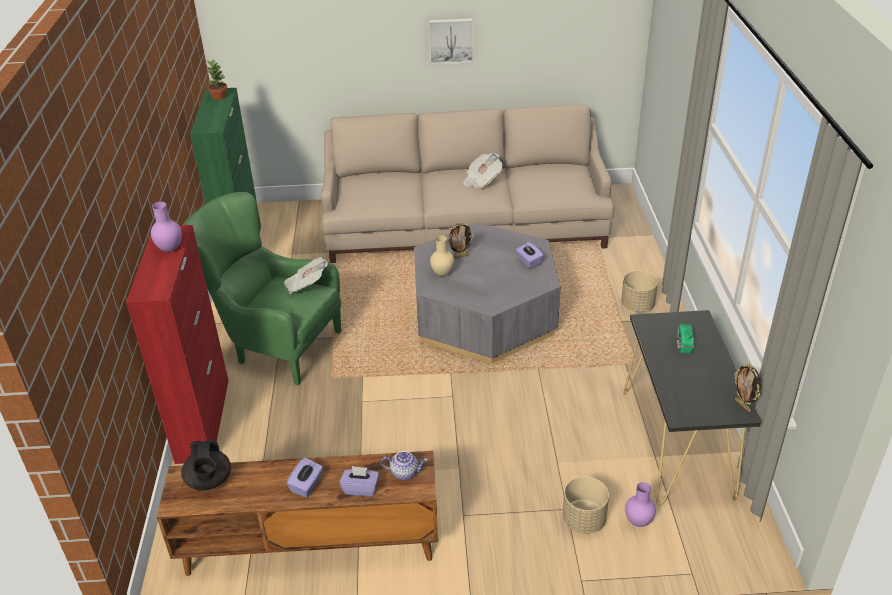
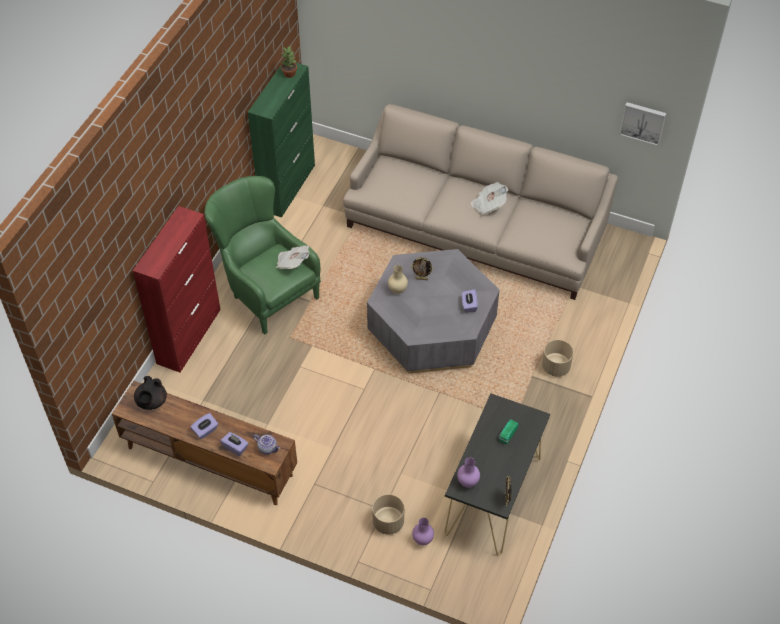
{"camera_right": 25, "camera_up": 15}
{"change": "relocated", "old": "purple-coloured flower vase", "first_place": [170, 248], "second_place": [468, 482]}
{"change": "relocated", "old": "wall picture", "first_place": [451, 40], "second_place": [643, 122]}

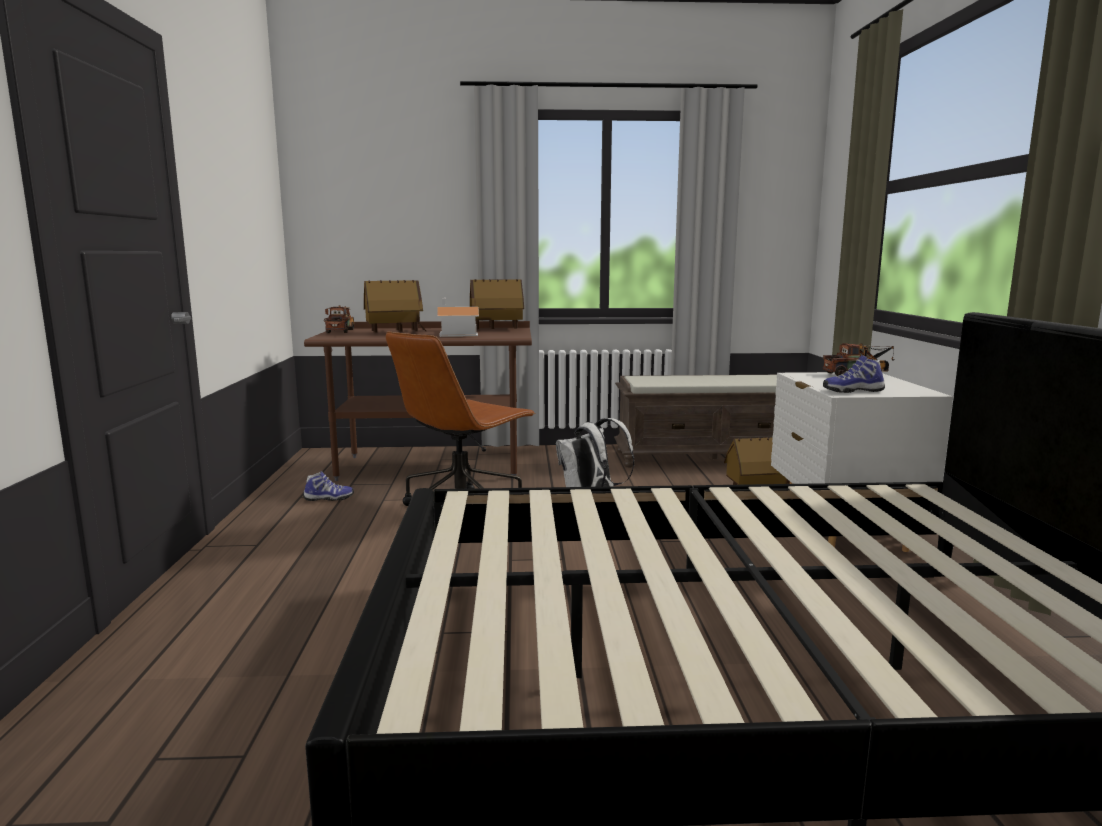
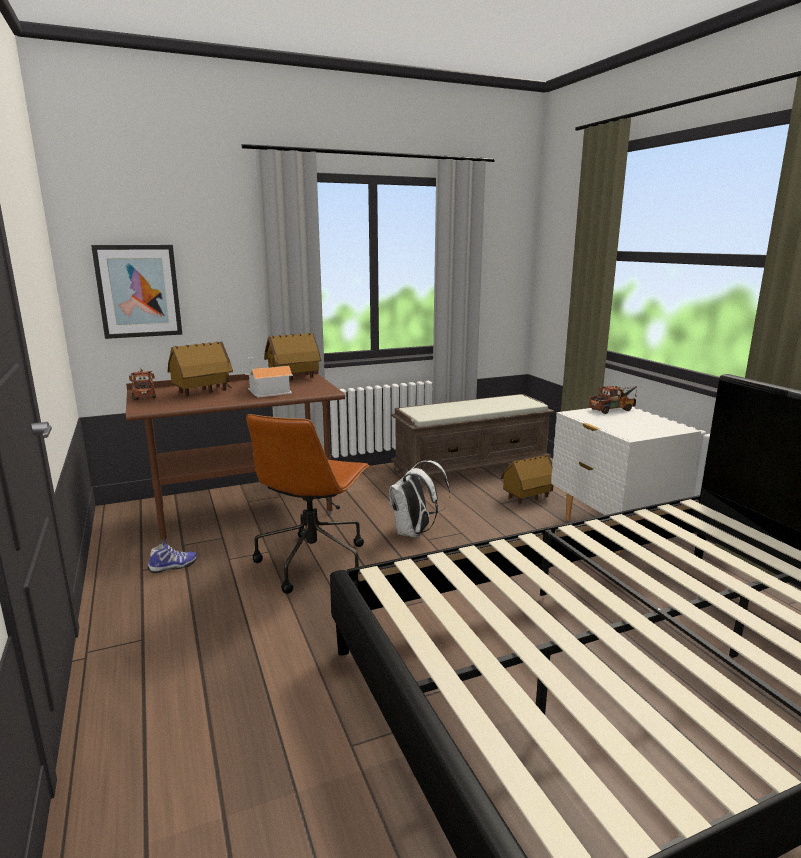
{"camera_right": -20, "camera_up": 5}
{"change": "missing", "old": "item of footwear", "first_place": [852, 391]}
{"change": "appeared", "new": "wall picture", "second_place": [138, 291]}

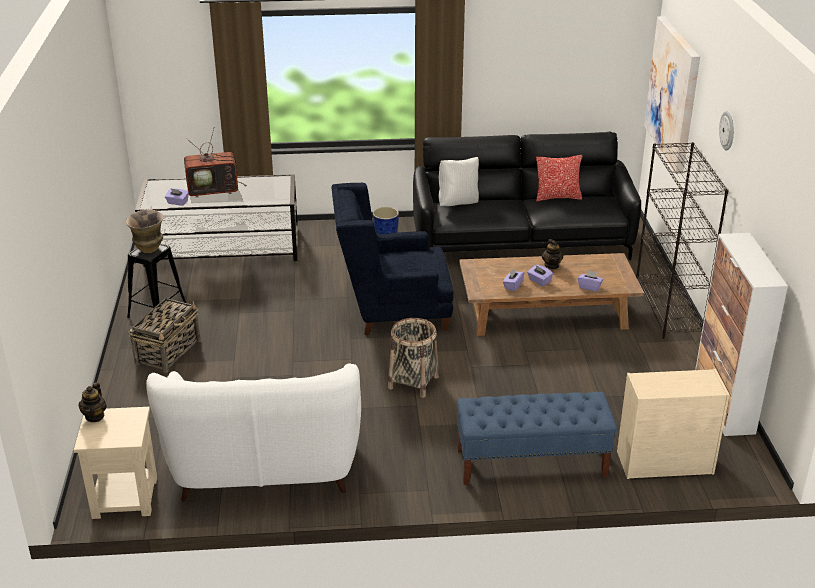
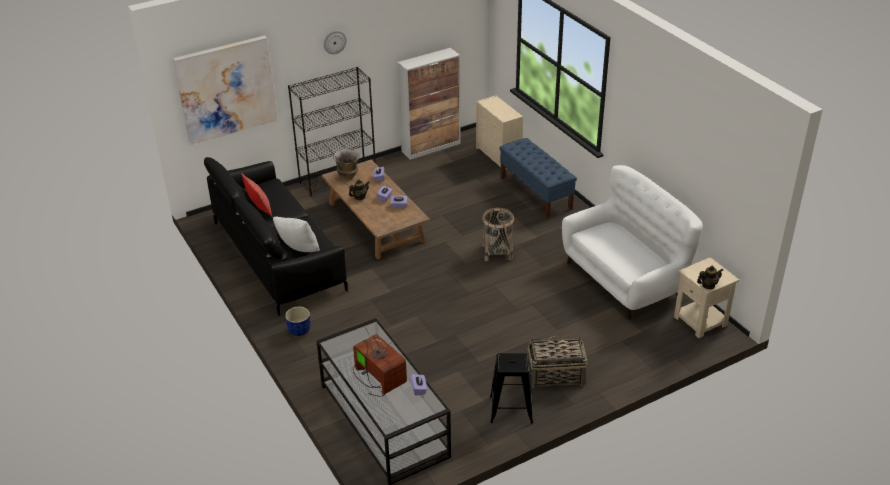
{"camera_right": -115, "camera_up": 5}
{"change": "missing", "old": "blue-coloured easy chair", "first_place": [391, 311]}
{"change": "relocated", "old": "flower vase", "first_place": [149, 249], "second_place": [348, 176]}

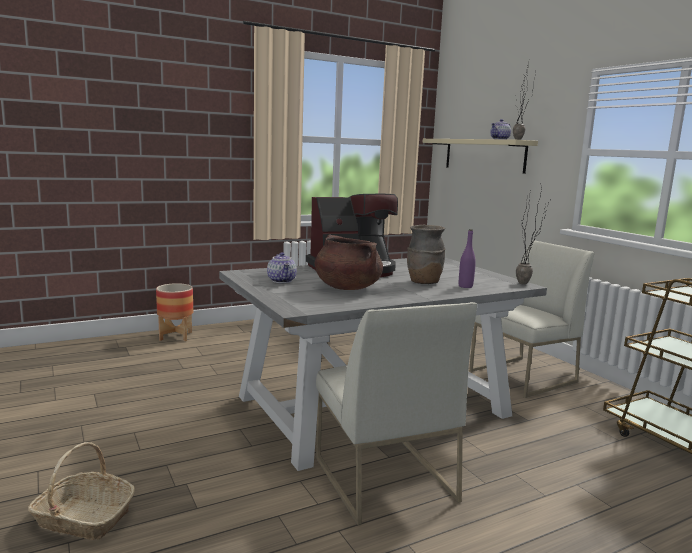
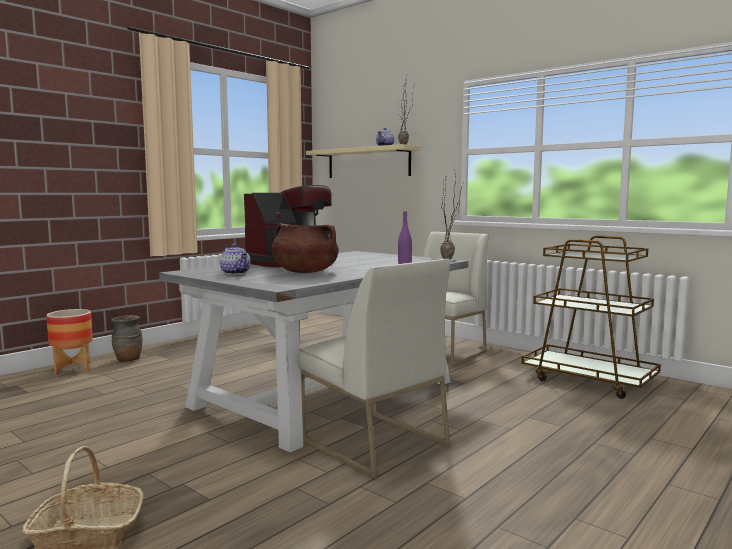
{"camera_right": -20, "camera_up": -5}
{"change": "relocated", "old": "brownish flower vase", "first_place": [423, 282], "second_place": [128, 359]}

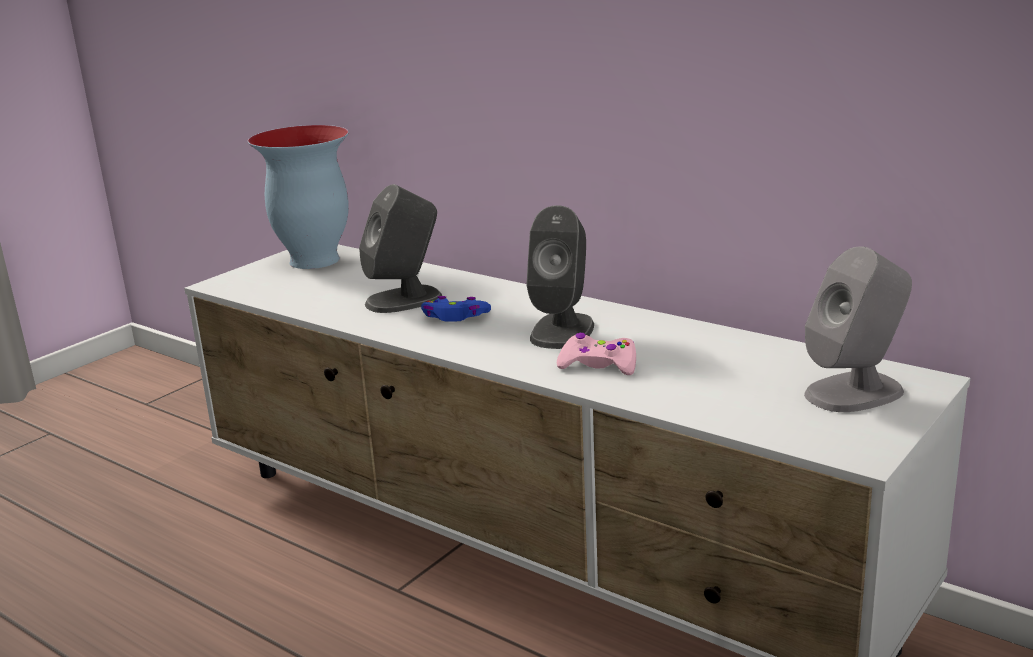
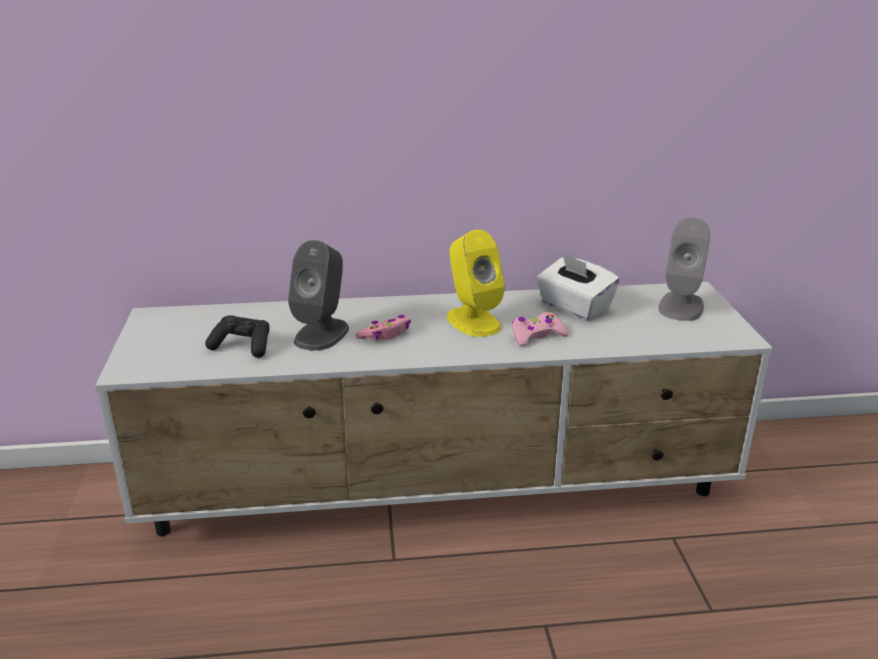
{"camera_right": -45, "camera_up": 5}
{"change": "missing", "old": "flower vase", "first_place": [313, 261]}
{"change": "appeared", "new": "blackish joypad", "second_place": [242, 346]}
{"change": "appeared", "new": "whitish tissue box", "second_place": [574, 307]}
{"change": "colour", "old": "blue-coloured joypad", "new": "pink joypad", "first_place": [455, 317], "second_place": [385, 335]}
{"change": "colour", "old": "grey audio speaker", "new": "yellowish audio speaker", "first_place": [562, 331], "second_place": [473, 321]}

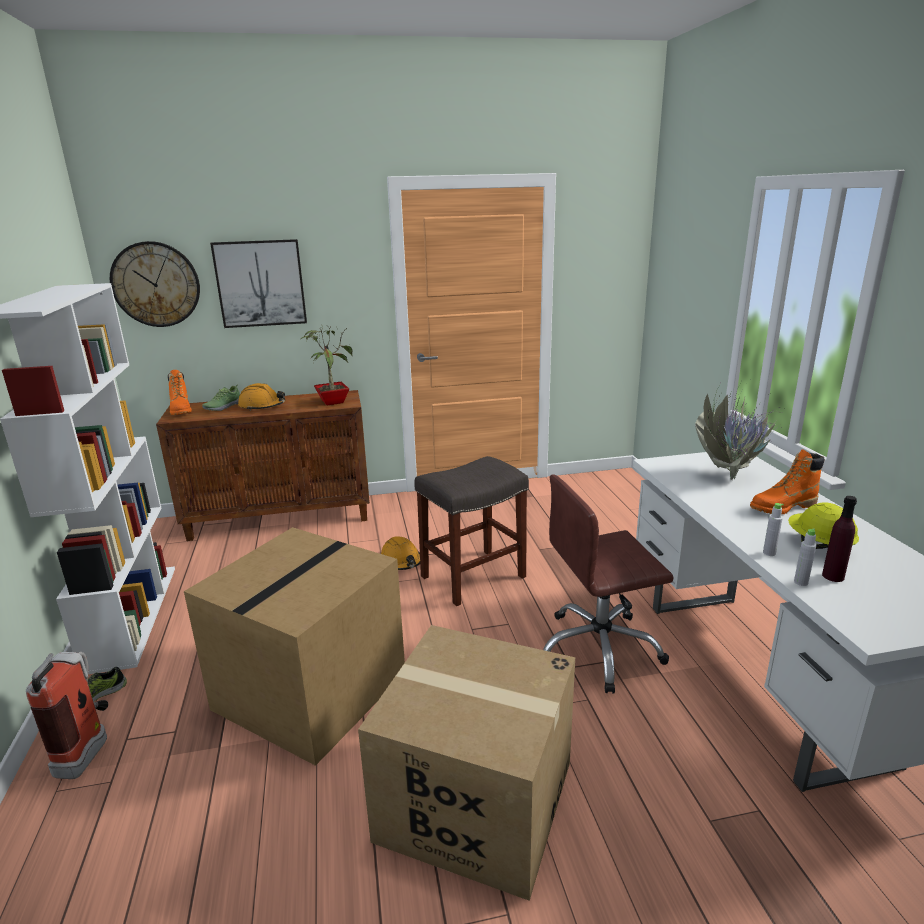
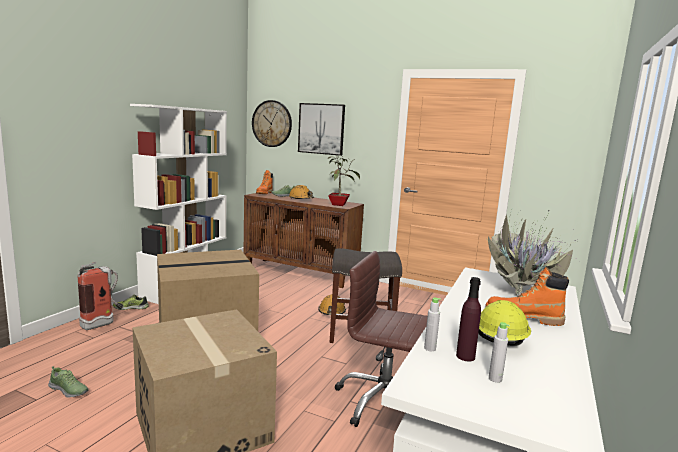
{"camera_right": 35, "camera_up": -10}
{"change": "appeared", "new": "item of footwear", "second_place": [69, 390]}
{"change": "relocated", "old": "grey beverage bottle", "first_place": [769, 553], "second_place": [495, 379]}

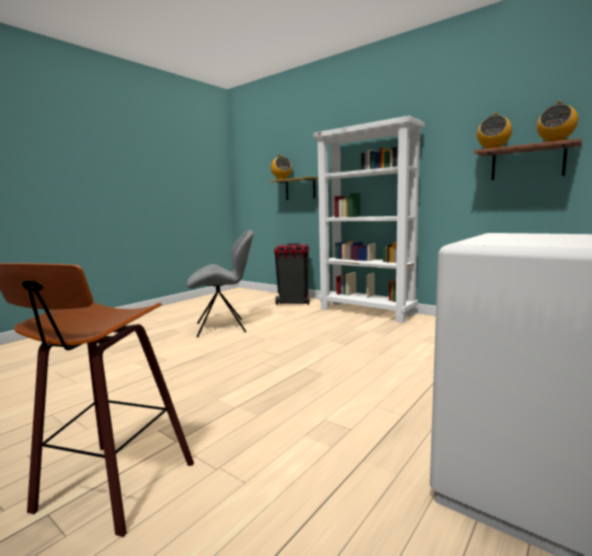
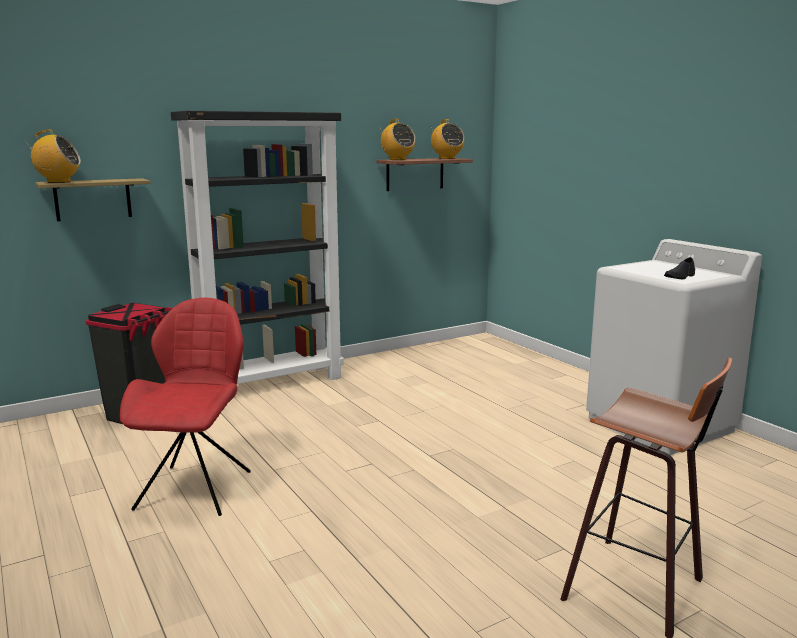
{"camera_right": -70, "camera_up": 5}
{"change": "appeared", "new": "blackish item of footwear", "second_place": [680, 277]}
{"change": "colour", "old": "grey plain chair", "new": "red-coloured plain chair", "first_place": [223, 327], "second_place": [196, 488]}
{"change": "colour", "old": "whitish shelving unit", "new": "blackish shelving unit", "first_place": [367, 311], "second_place": [272, 383]}

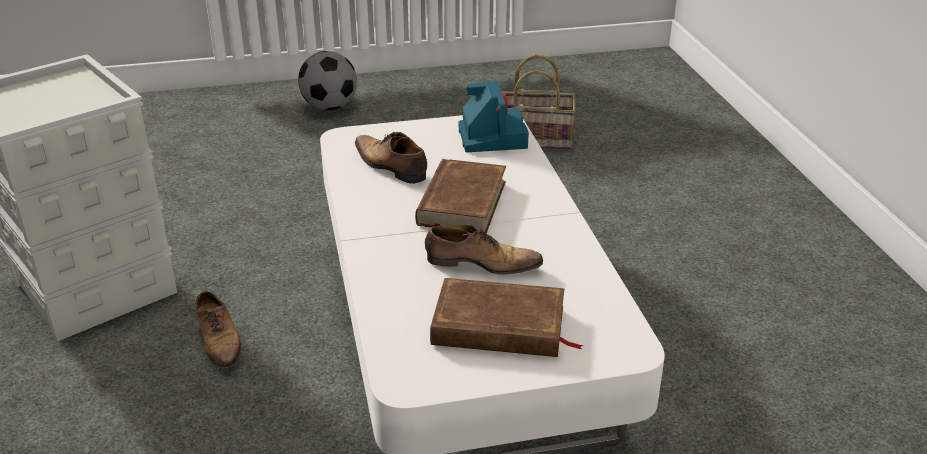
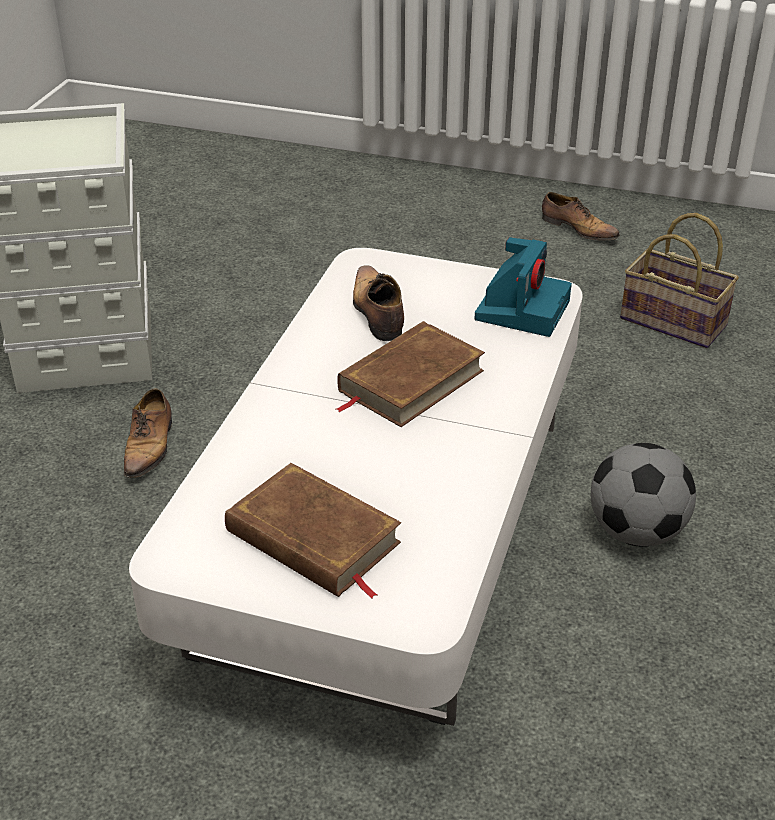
{"camera_right": 30, "camera_up": 5}
{"change": "relocated", "old": "football", "first_place": [329, 107], "second_place": [636, 531]}
{"change": "relocated", "old": "item of footwear", "first_place": [480, 264], "second_place": [578, 229]}

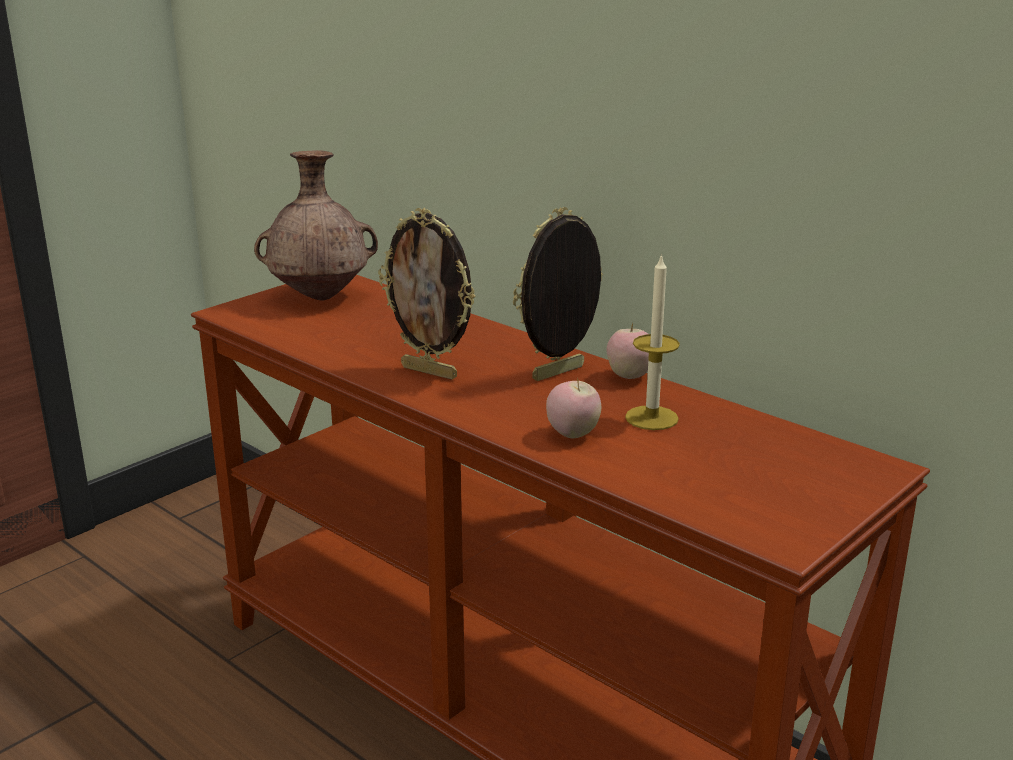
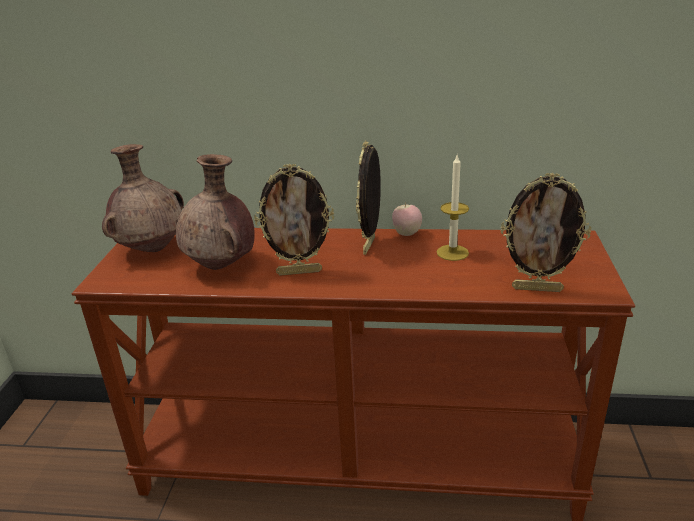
{"camera_right": -35, "camera_up": 5}
{"change": "missing", "old": "whole apple", "first_place": [572, 434]}
{"change": "appeared", "new": "brownish flower vase", "second_place": [222, 265]}
{"change": "appeared", "new": "photo frame", "second_place": [537, 288]}

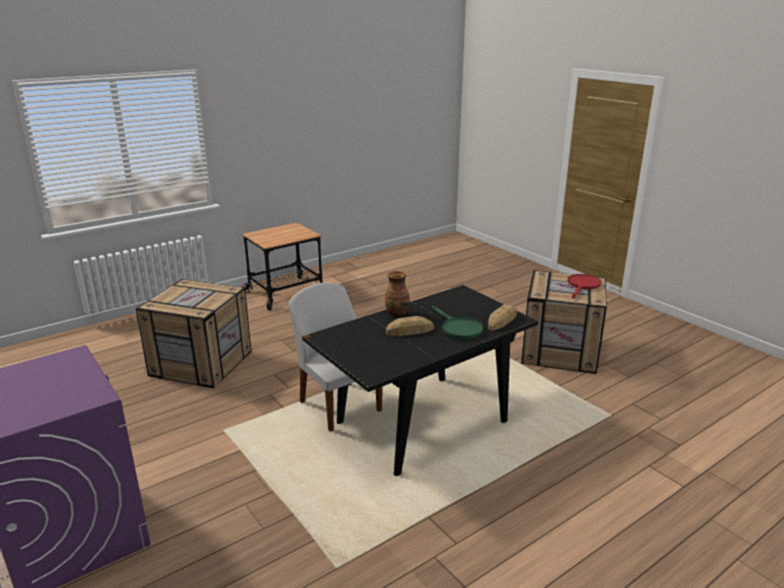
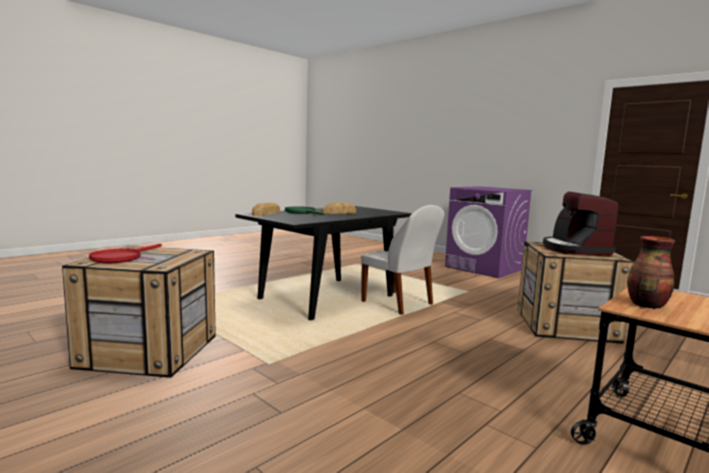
{"camera_right": 170, "camera_up": -15}
{"change": "appeared", "new": "coffee maker", "second_place": [574, 249]}
{"change": "relocated", "old": "flower vase", "first_place": [397, 313], "second_place": [647, 305]}

